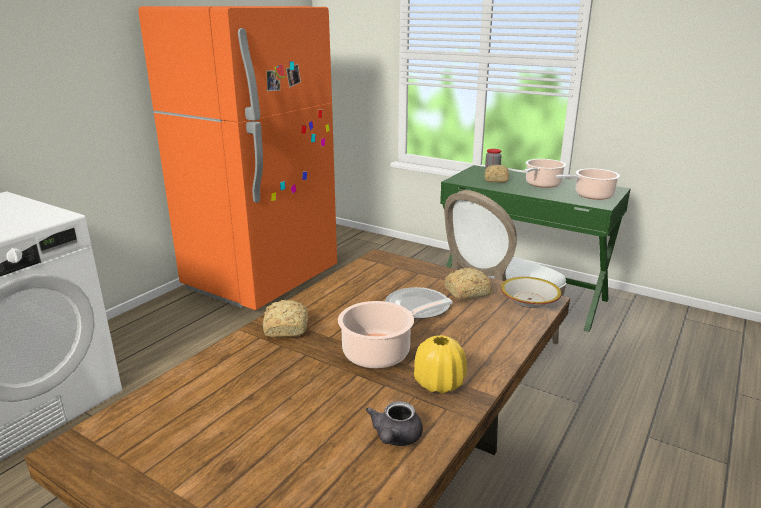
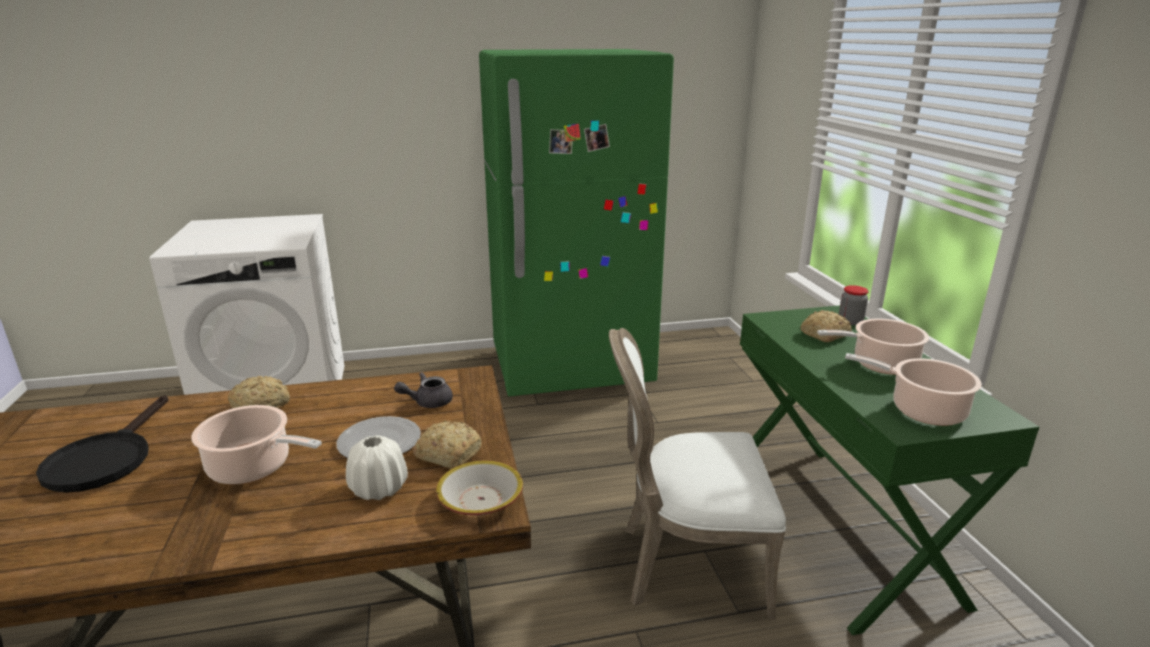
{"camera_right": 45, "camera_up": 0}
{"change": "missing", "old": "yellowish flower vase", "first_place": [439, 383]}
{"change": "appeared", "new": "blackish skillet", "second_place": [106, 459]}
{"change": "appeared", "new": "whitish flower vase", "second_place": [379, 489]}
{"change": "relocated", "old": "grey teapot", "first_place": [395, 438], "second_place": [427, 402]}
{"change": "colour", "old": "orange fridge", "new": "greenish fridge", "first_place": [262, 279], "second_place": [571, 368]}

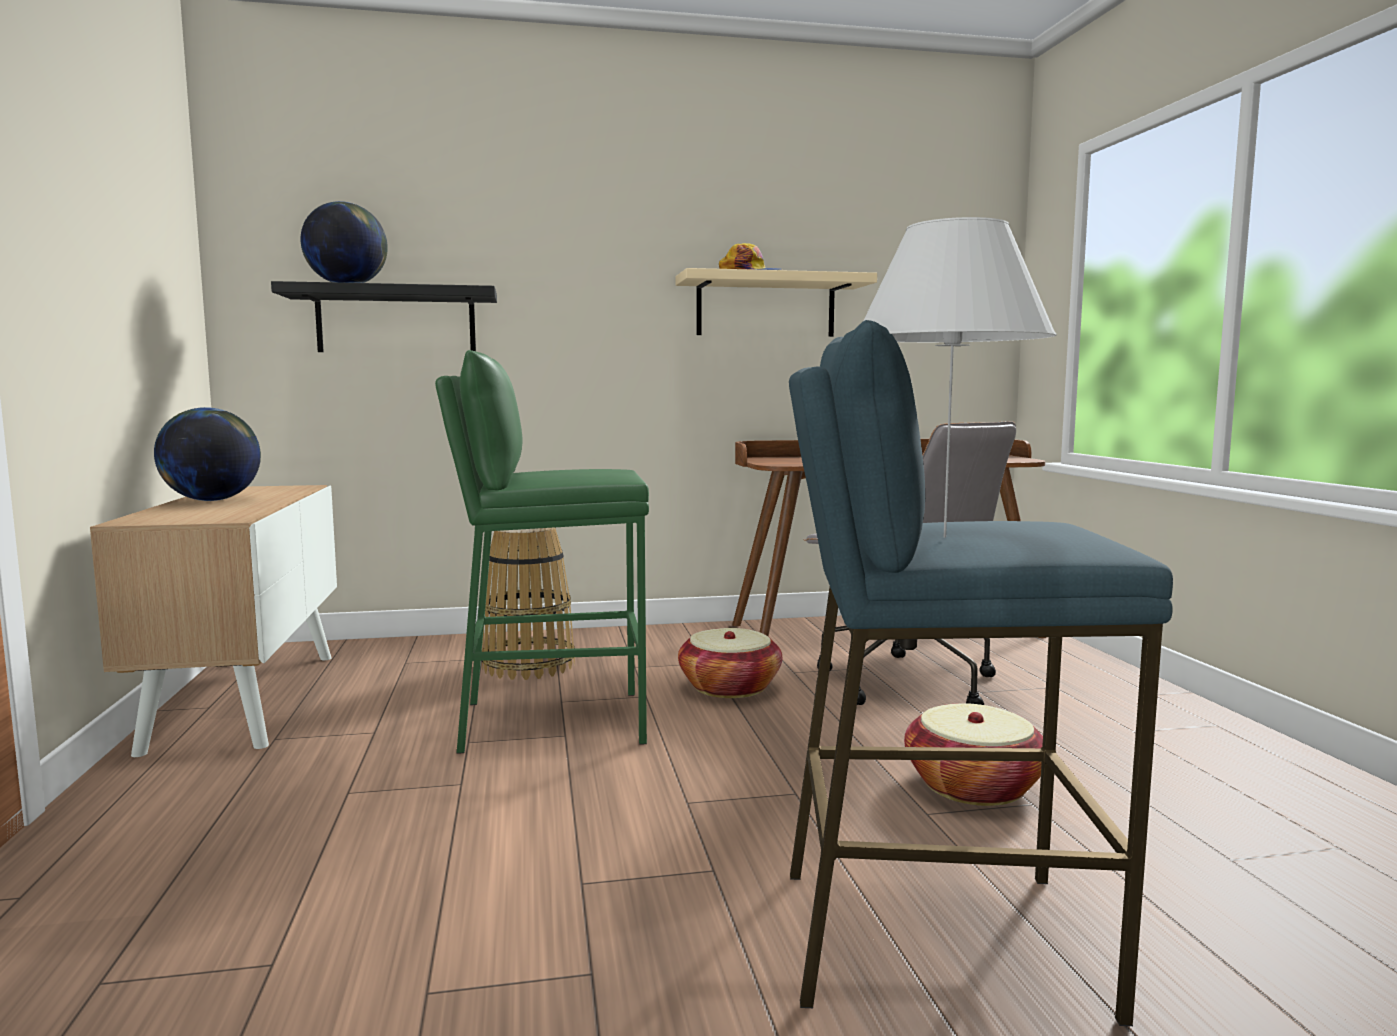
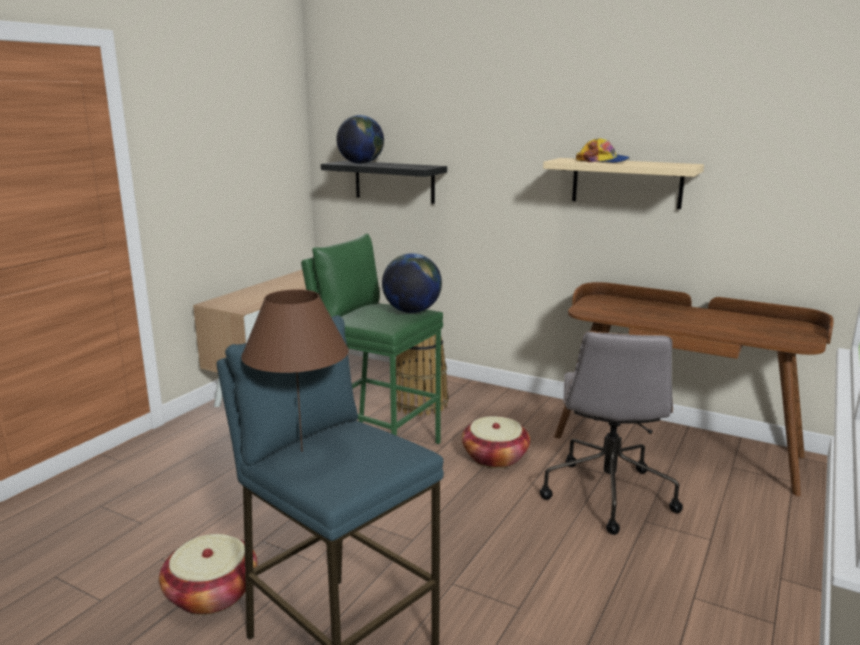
{"camera_right": 40, "camera_up": 10}
{"change": "relocated", "old": "globe", "first_place": [211, 500], "second_place": [412, 311]}
{"change": "relocated", "old": "household basket", "first_place": [973, 786], "second_place": [211, 594]}
{"change": "colour", "old": "whitish tabletop lamp", "new": "brownish tabletop lamp", "first_place": [944, 537], "second_place": [301, 451]}

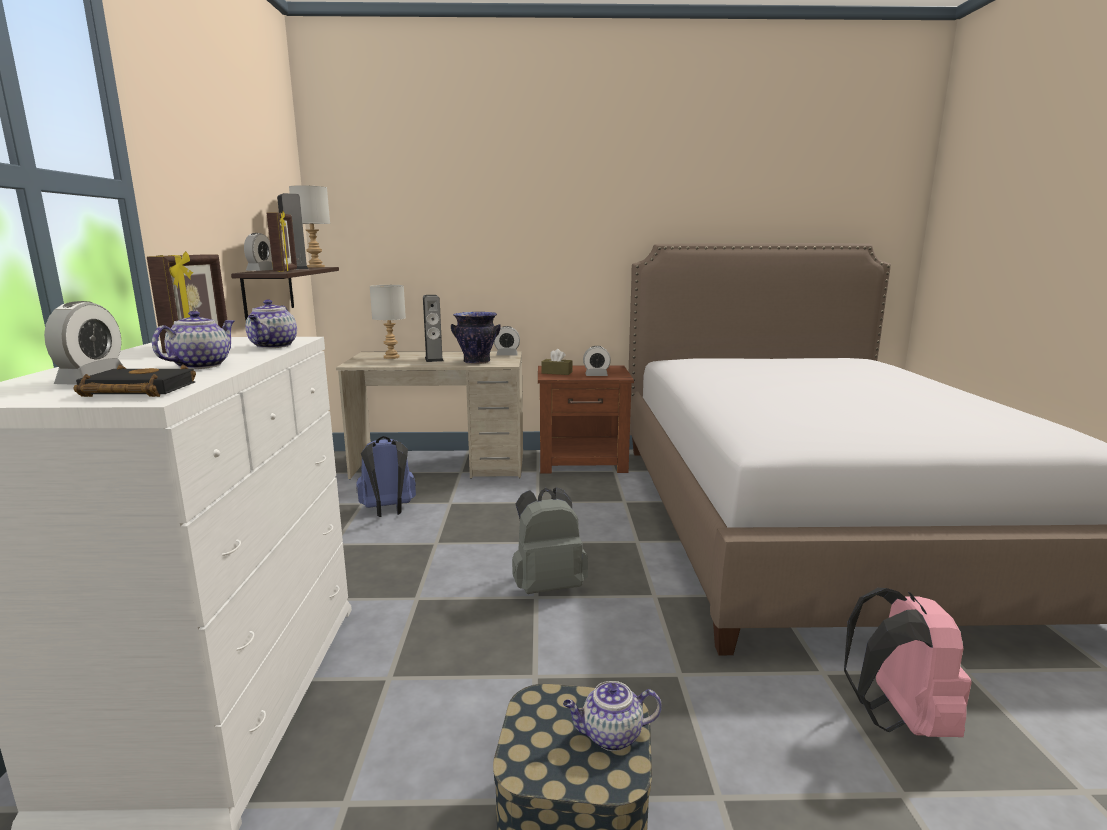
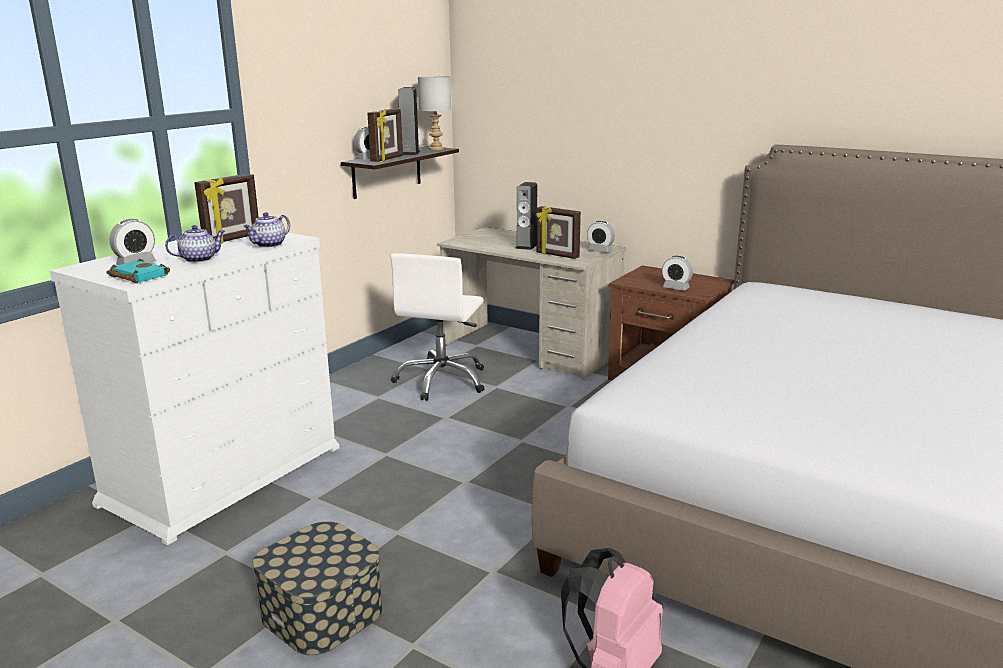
{"camera_right": 35, "camera_up": 5}
{"change": "missing", "old": "grey tabletop lamp", "first_place": [392, 357]}
{"change": "missing", "old": "grey rucksack", "first_place": [547, 586]}
{"change": "missing", "old": "brownish tissue box", "first_place": [557, 372]}
{"change": "missing", "old": "teapot", "first_place": [610, 736]}
{"change": "exchanged", "old": "blue-coloured rucksack", "new": "whitish office chair", "first_place": [388, 511], "second_place": [442, 381]}
{"change": "exchanged", "old": "flower vase", "new": "photo frame", "first_place": [477, 362], "second_place": [557, 255]}
{"change": "colour", "old": "blackish book", "new": "turquoise book", "first_place": [134, 391], "second_place": [136, 276]}

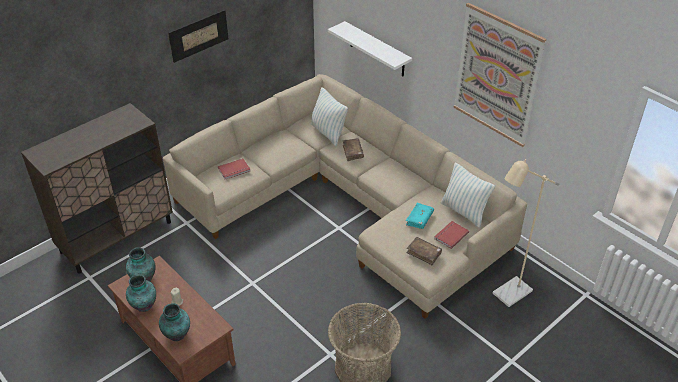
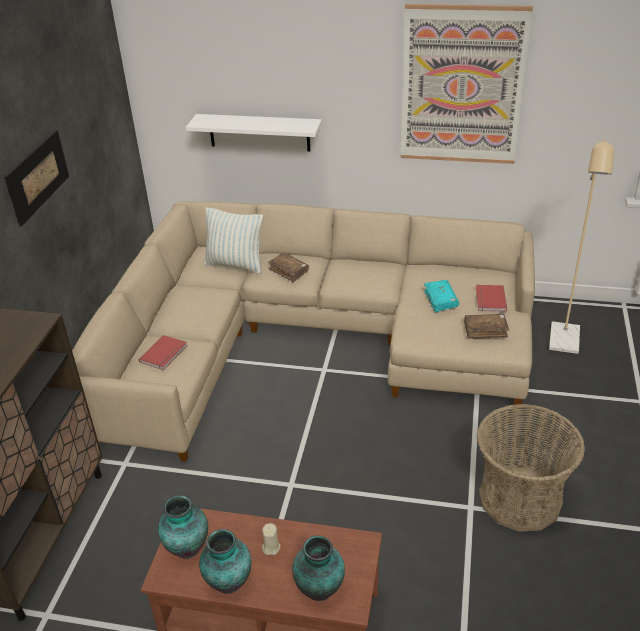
{"camera_right": -35, "camera_up": -5}
{"change": "missing", "old": "throw pillow", "first_place": [464, 212]}

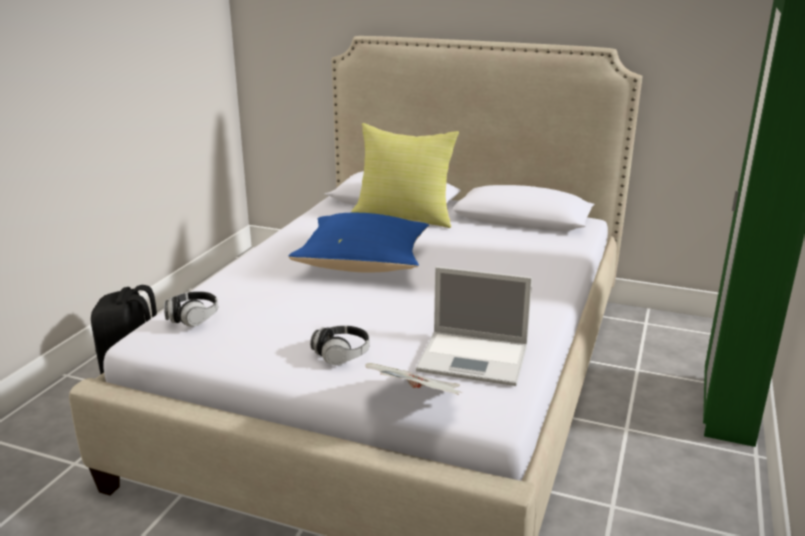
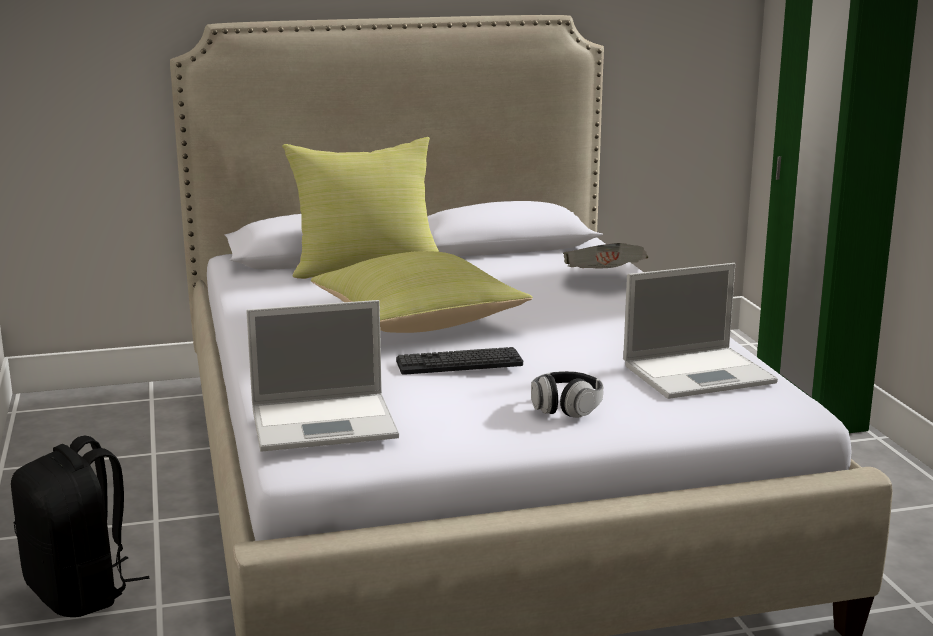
{"camera_right": -35, "camera_up": -5}
{"change": "appeared", "new": "keyboard", "second_place": [459, 363]}
{"change": "relocated", "old": "newspaper", "first_place": [418, 401], "second_place": [604, 280]}
{"change": "exchanged", "old": "headphones", "new": "laptop", "first_place": [193, 318], "second_place": [326, 422]}
{"change": "colour", "old": "blue-coloured throw pillow", "new": "yellowish throw pillow", "first_place": [365, 264], "second_place": [419, 323]}

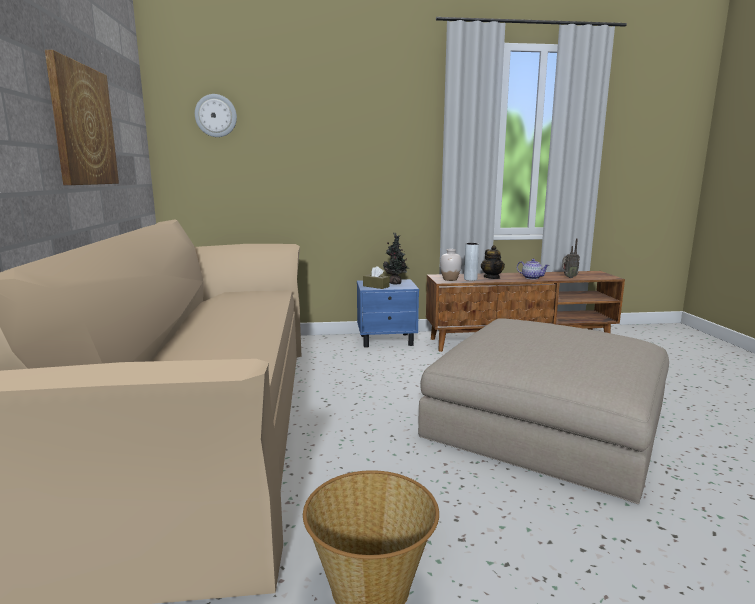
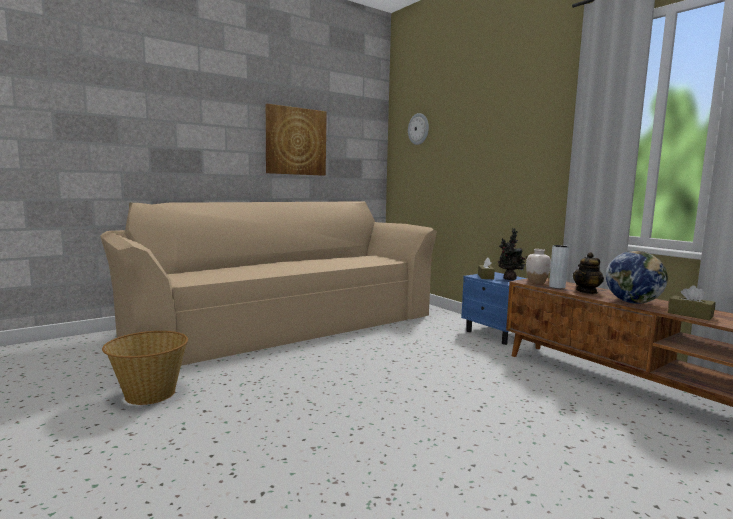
{"camera_right": 60, "camera_up": -5}
{"change": "missing", "old": "beige-coloured footrest", "first_place": [545, 423]}
{"change": "exchanged", "old": "teapot", "new": "globe", "first_place": [531, 278], "second_place": [633, 302]}
{"change": "exchanged", "old": "radio", "new": "brownish tissue box", "first_place": [568, 277], "second_place": [690, 314]}

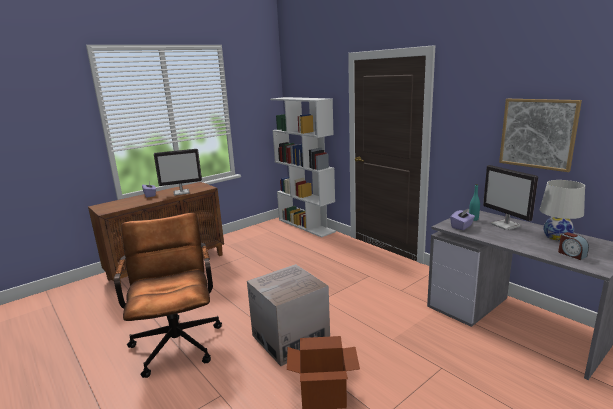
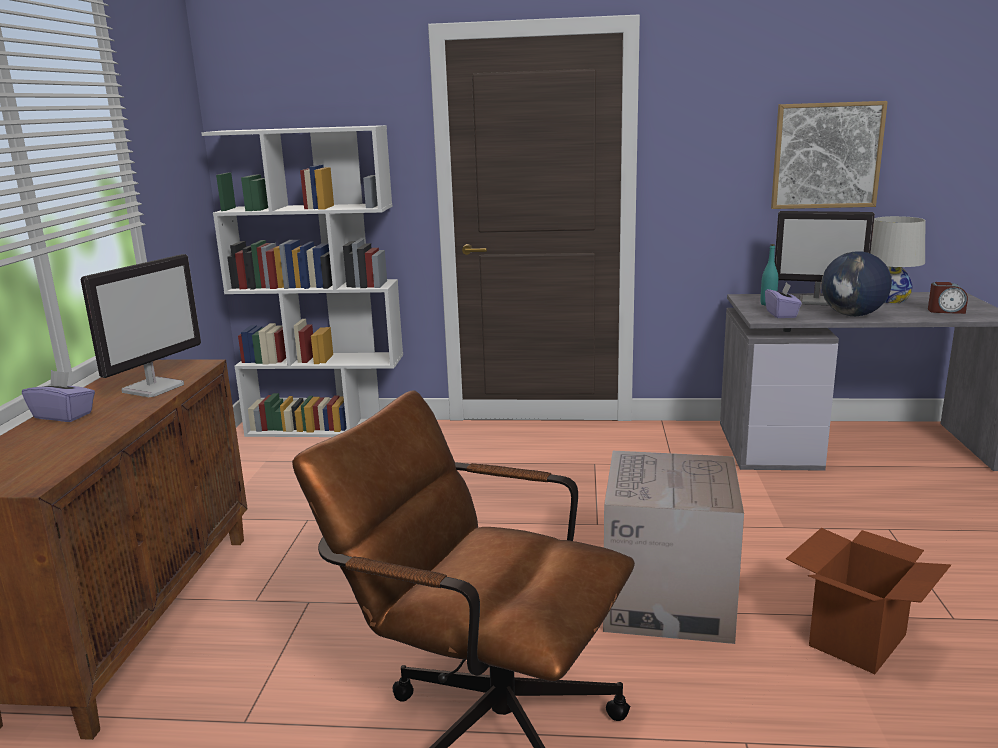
{"camera_right": -45, "camera_up": 0}
{"change": "appeared", "new": "globe", "second_place": [852, 315]}

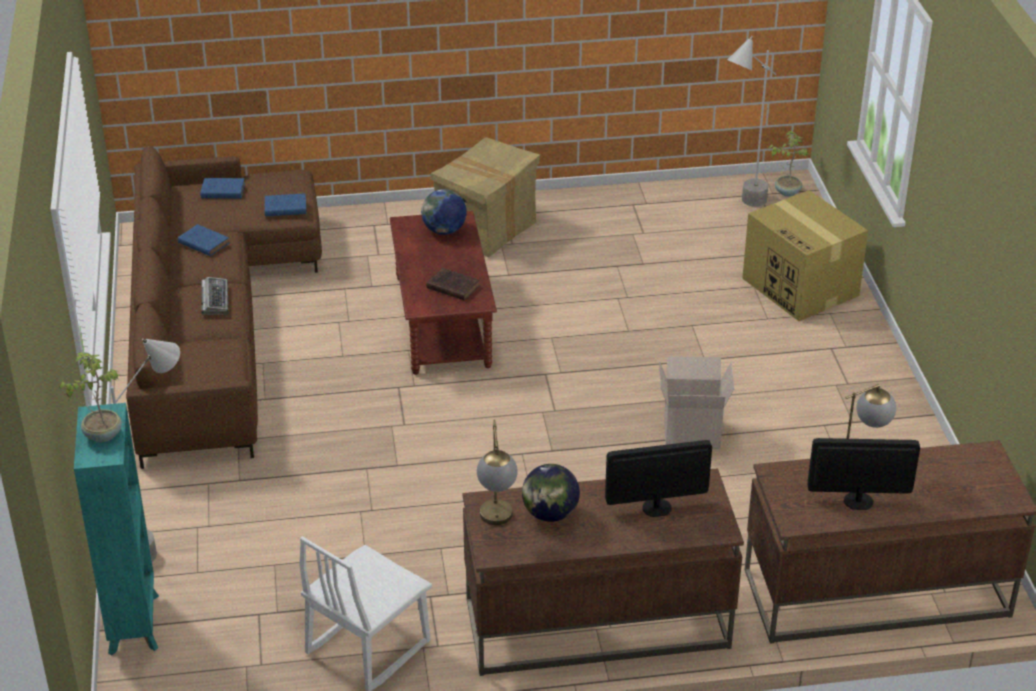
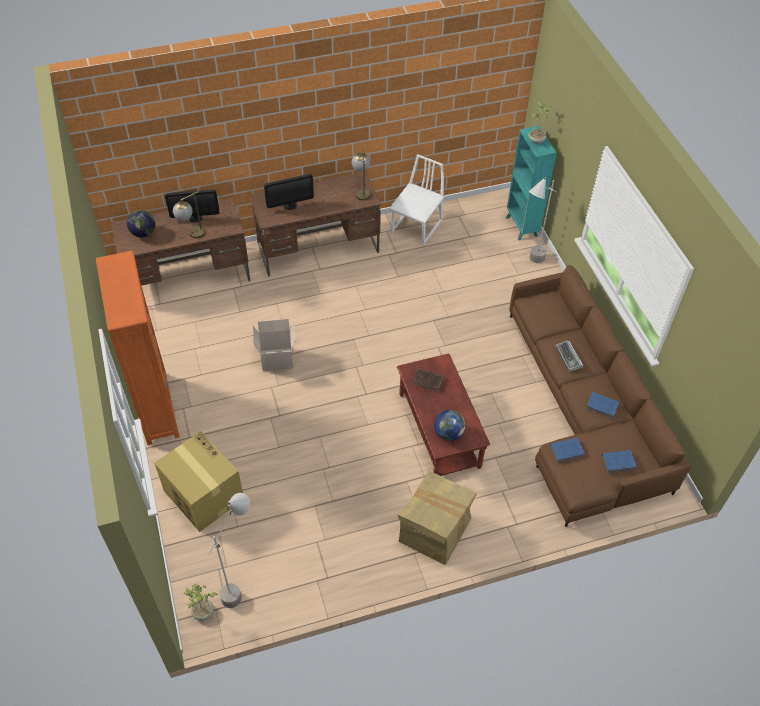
{"camera_right": 170, "camera_up": 15}
{"change": "appeared", "new": "orange shelving unit", "second_place": [157, 407]}
{"change": "relocated", "old": "globe", "first_place": [550, 514], "second_place": [143, 233]}

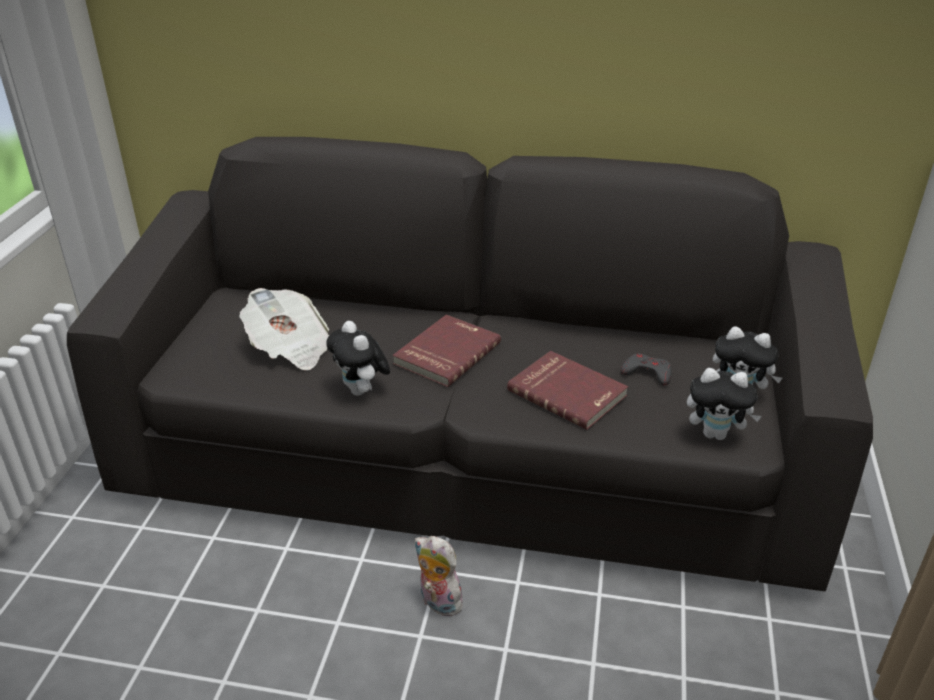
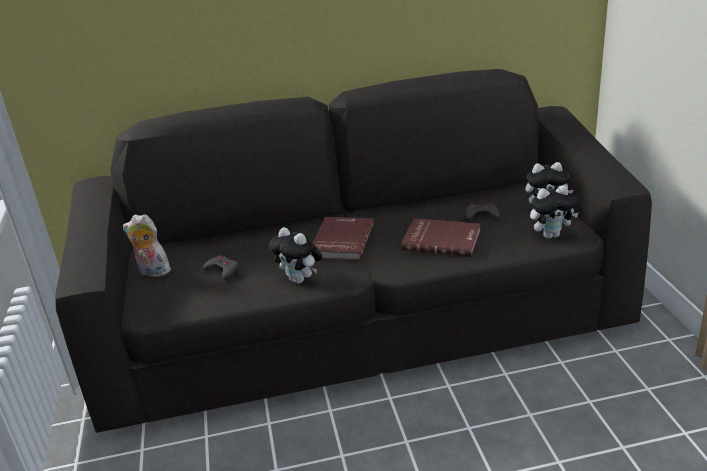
{"camera_right": -20, "camera_up": -5}
{"change": "relocated", "old": "plush toy", "first_place": [437, 602], "second_place": [152, 272]}
{"change": "exchanged", "old": "newspaper", "new": "grey joypad", "first_place": [290, 348], "second_place": [223, 270]}

